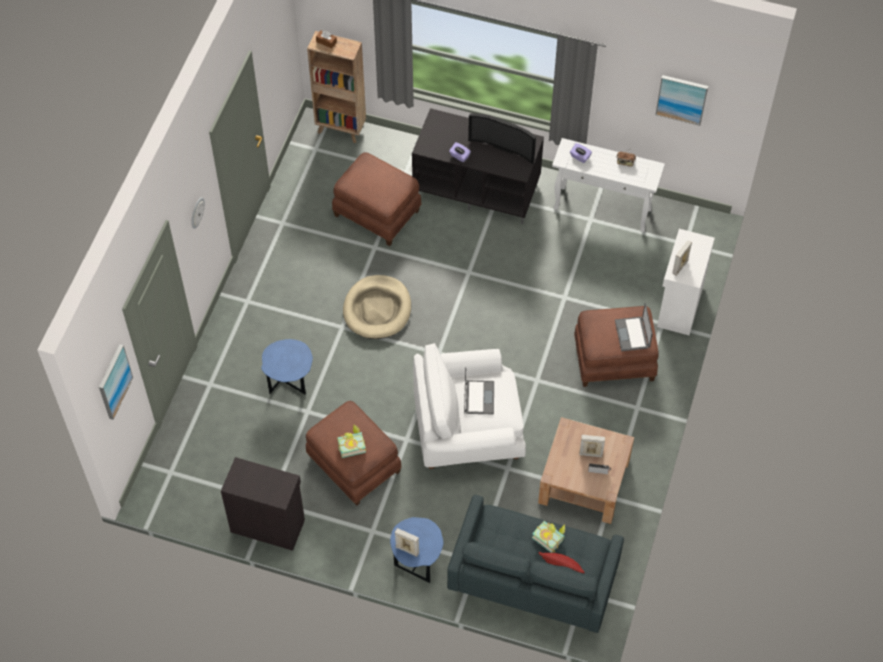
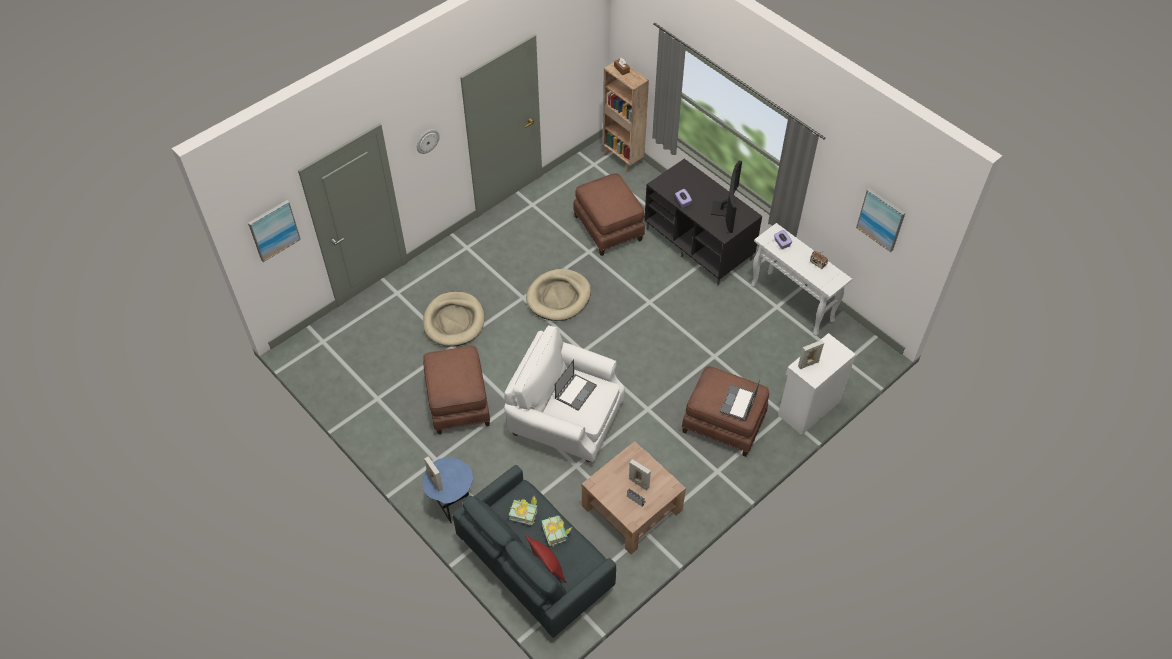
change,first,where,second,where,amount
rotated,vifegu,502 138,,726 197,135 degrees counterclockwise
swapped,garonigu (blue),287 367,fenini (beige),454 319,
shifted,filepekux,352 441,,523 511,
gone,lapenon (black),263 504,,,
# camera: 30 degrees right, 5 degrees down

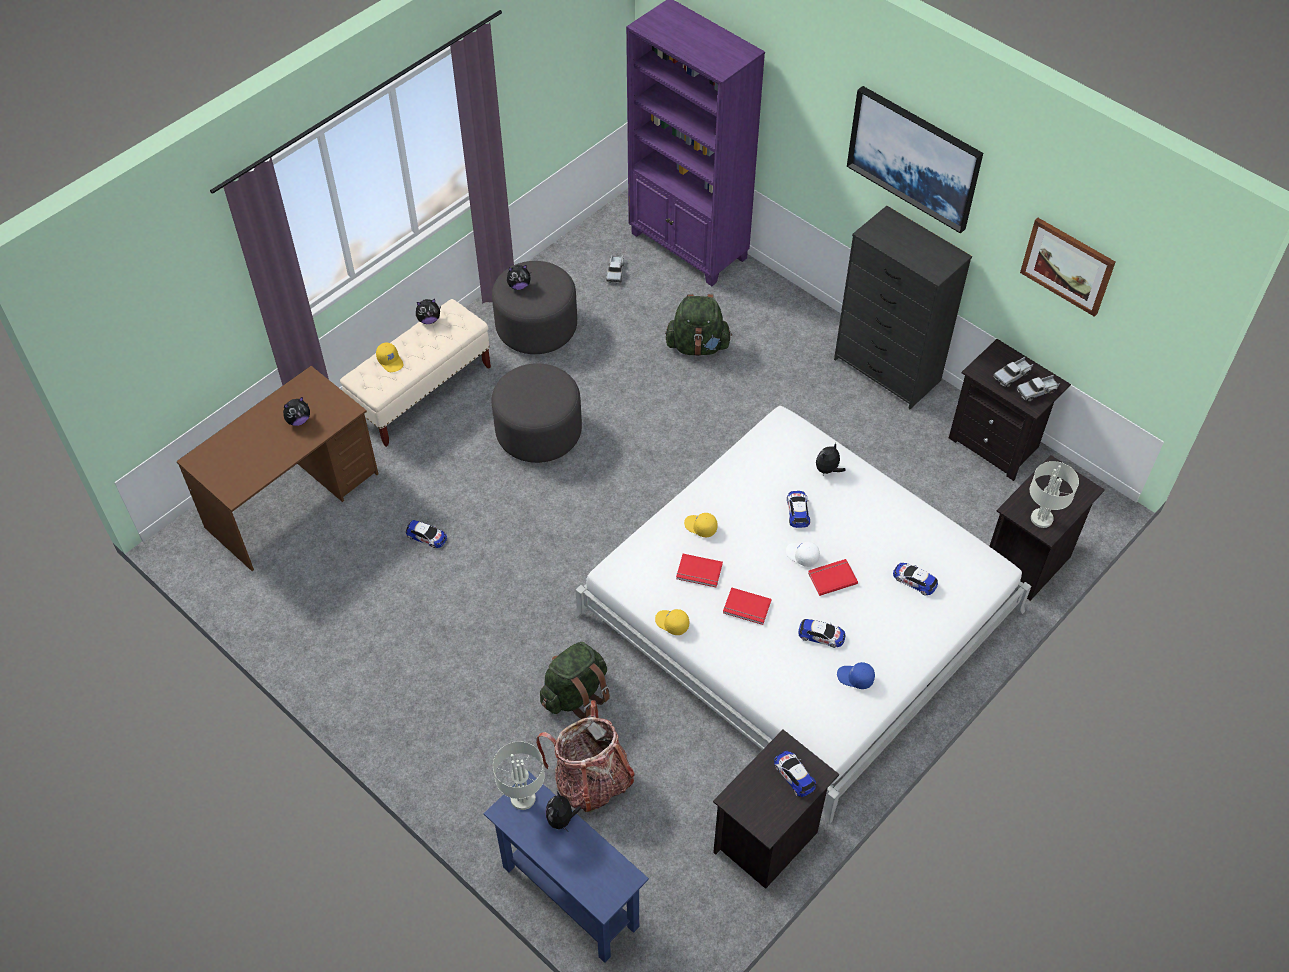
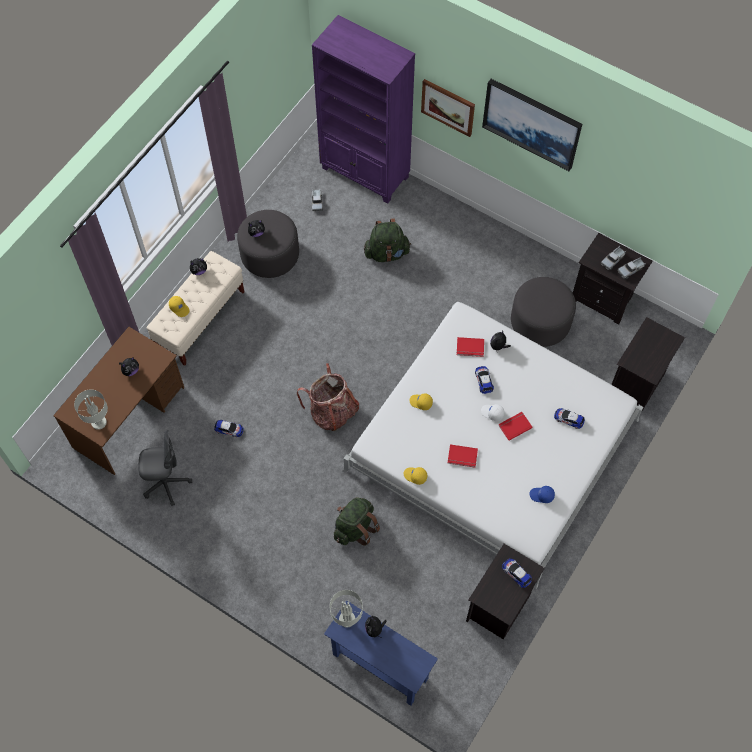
change,first,where,second,where,amount
gone,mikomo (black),903 307,,,
shifted,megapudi,1067 267,,448 108,
shifted,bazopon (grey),537 413,,543 312,
shifted,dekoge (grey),1054 494,,91 410,
shifted,filepekux (red),699 570,,470 347,
gone,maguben,822 633,,,
shifted,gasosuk,585 756,,328 397,
new,,,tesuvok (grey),165 468,
# camera: 10 degrees left, 10 degrees up

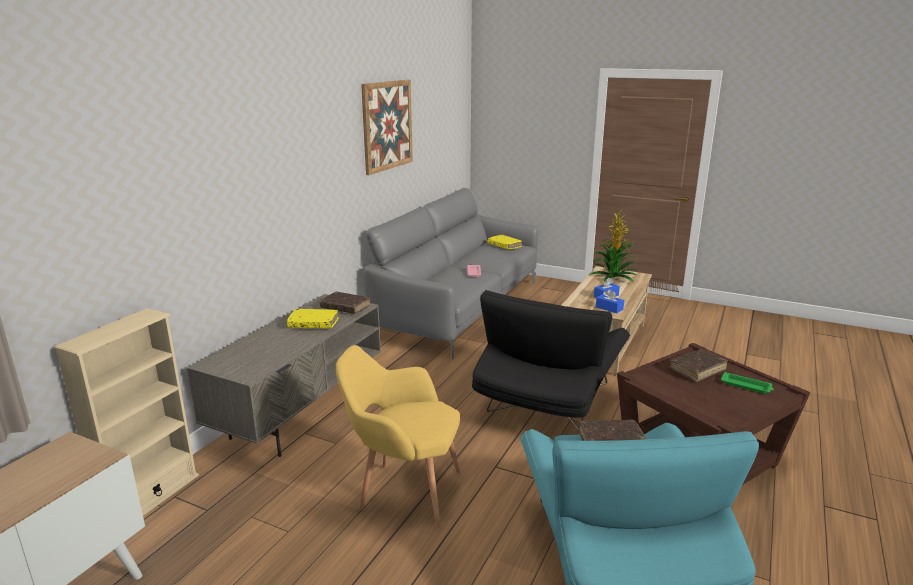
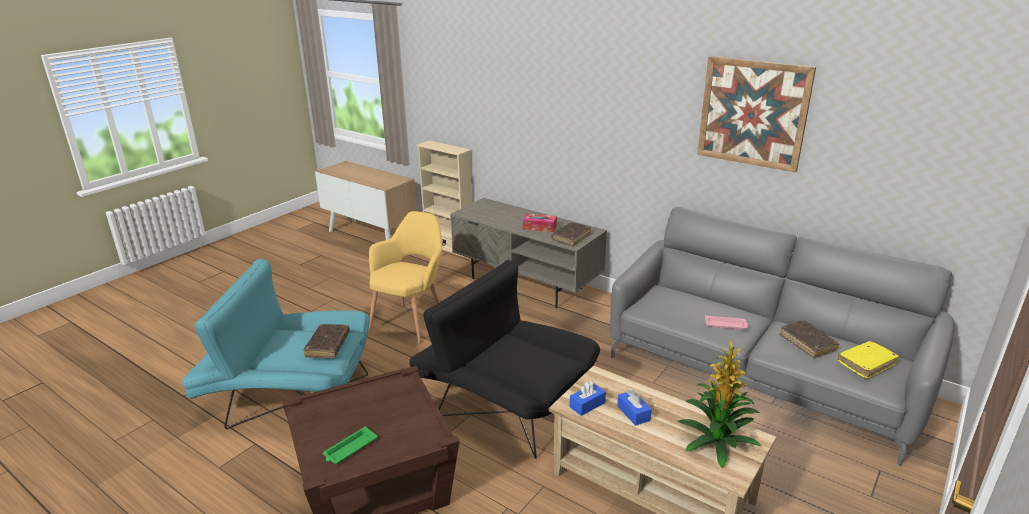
change,first,where,second,where,amount
swapped,filepekux (yellow),313 318,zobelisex,540 222,
shifted,filepekux (brown),698 366,,809 339,
# camera: 100 degrees right, 5 degrees up

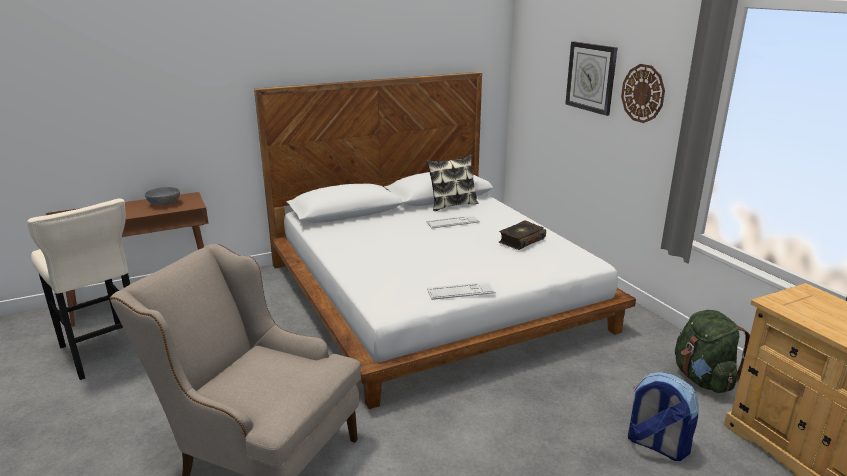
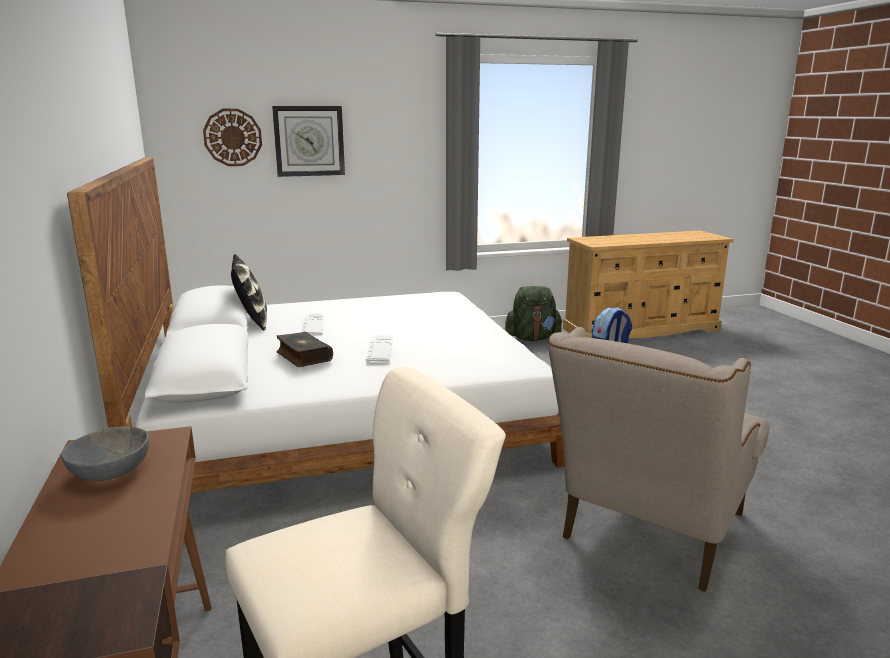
change,first,where,second,where,amount
shifted,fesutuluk,643 93,,232 137,
shifted,filepekux,522 235,,304 349,
shifted,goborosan,461 291,,379 348,
# camera: 80 degrees left, 5 degrees down

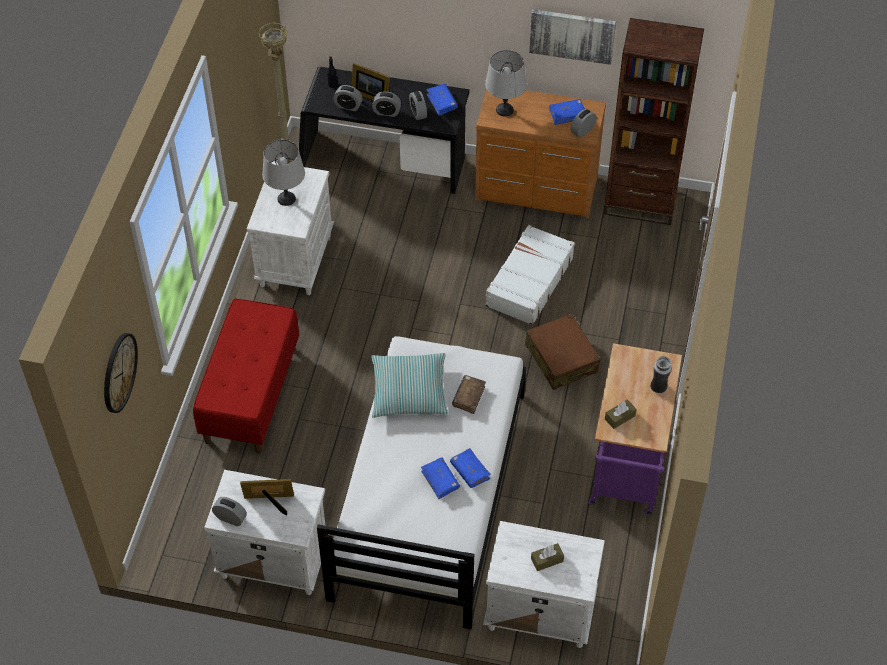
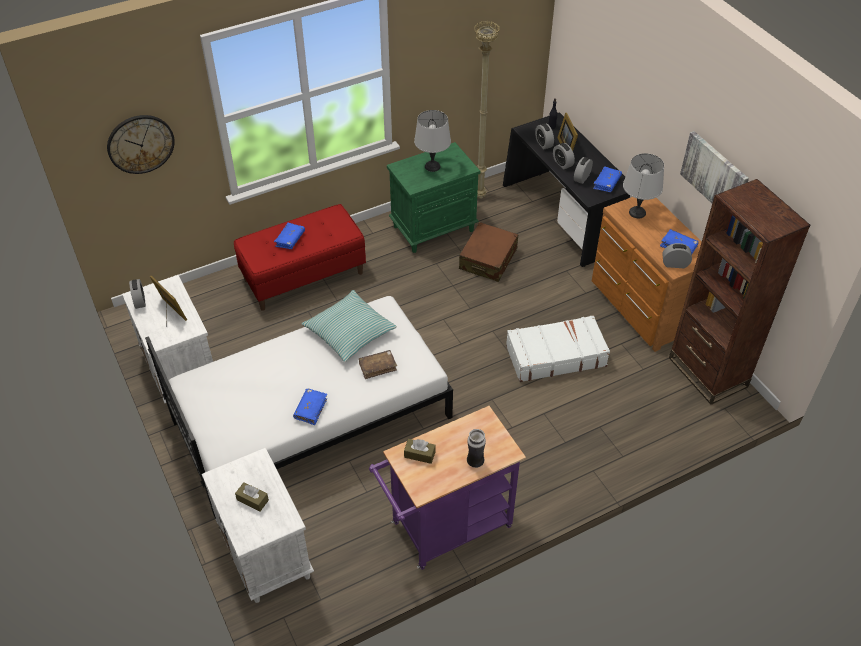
change,first,where,second,where,amount
repainted,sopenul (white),290 228,sopenul (green),433 197,
shifted,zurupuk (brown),562 352,,489 252,
shifted,filepekux (blue),440 478,,289 236,
# camera: 50 degrees right, 5 degrees down

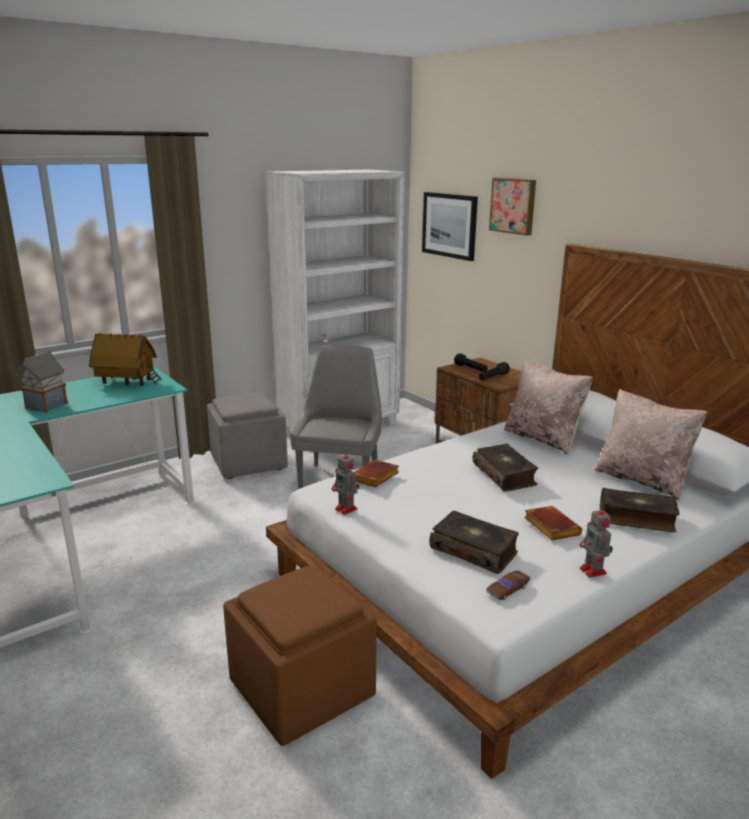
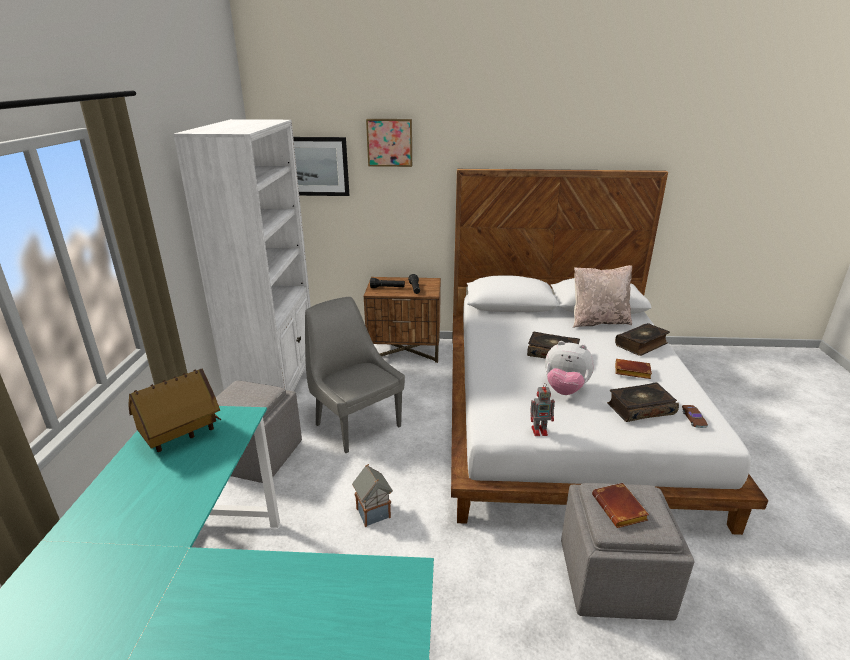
change,first,where,second,where,amount
shifted,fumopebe,42 382,,372 495,
gone,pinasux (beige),548 406,,,
shifted,filepekux (brown),376 473,,620 505,
gone,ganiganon,596 541,,,
repainted,bazopon (brown),300 655,bazopon (grey),627 551,
new,,,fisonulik,569 368,
# camera: 50 degrees left, 5 degrees up

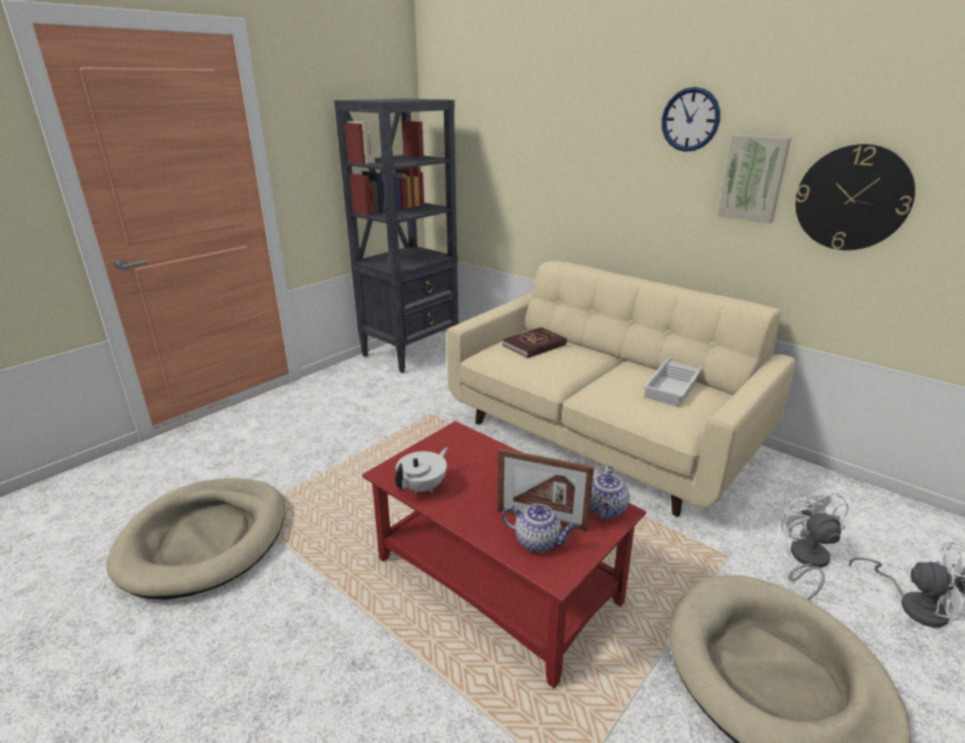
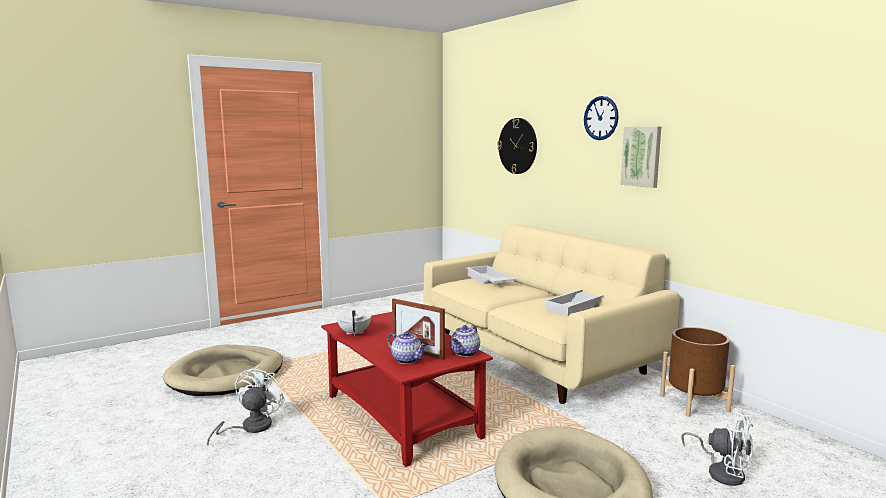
change,first,where,second,where,amount
gone,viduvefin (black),396 236,,,
shifted,fesutuluk,855 197,,517 146,
swapped,filepekux (red),535 342,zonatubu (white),491 274,
rotated,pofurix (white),421 470,,354 322,60 degrees counterclockwise
shifted,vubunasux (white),815 543,,246 405,
new,,,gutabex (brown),697 372,
# camera: 15 degrees right, 15 degrees down

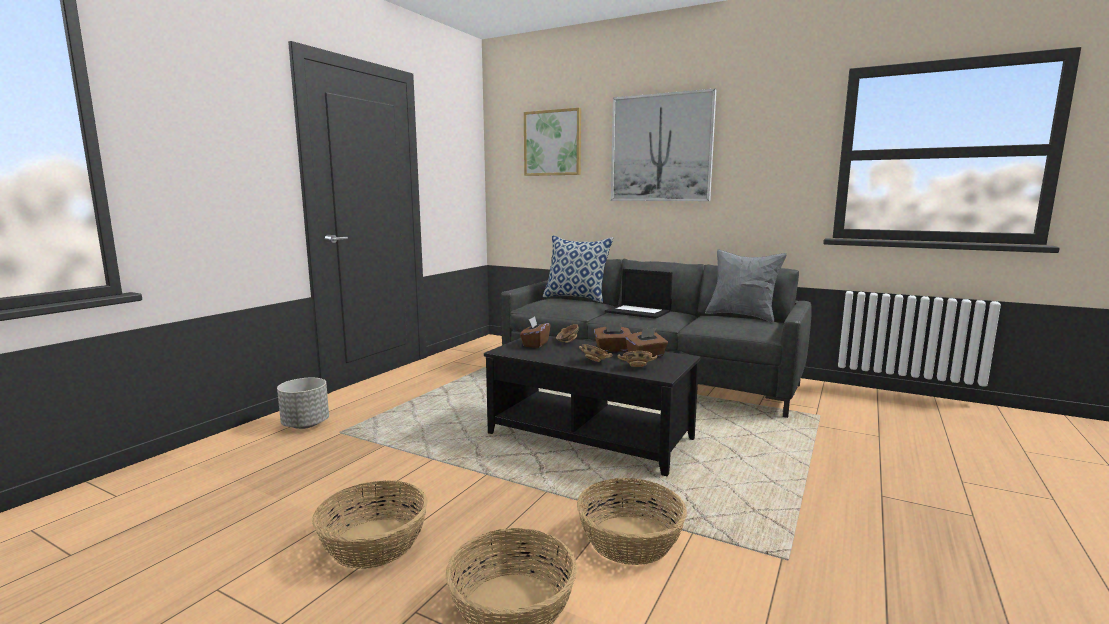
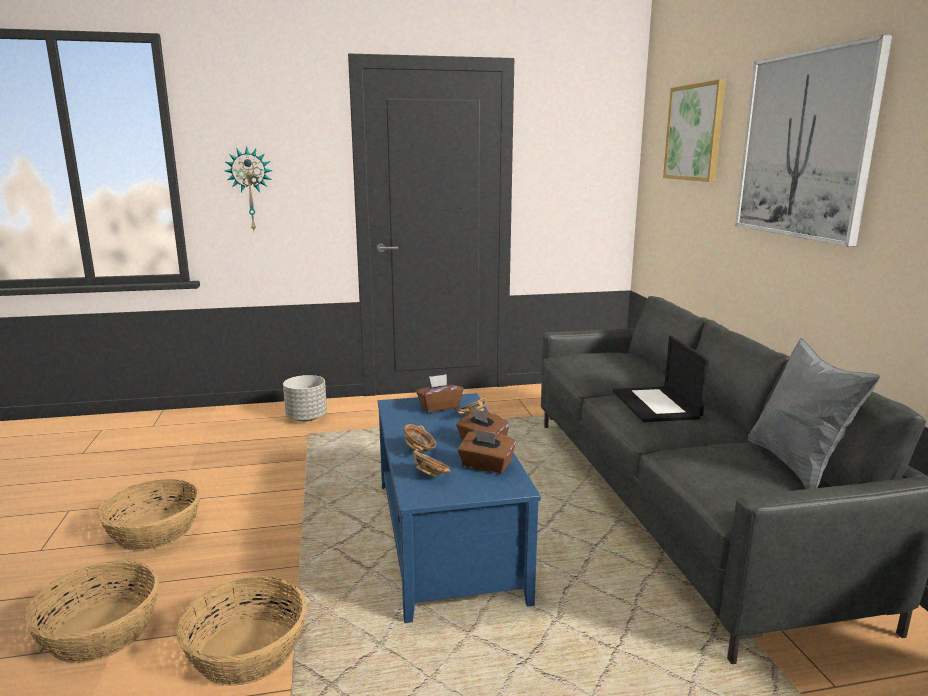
change,first,where,second,where,amount
gone,pinasux,578 269,,,
repainted,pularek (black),592 406,pularek (blue),459 508,
new,,,fesutuluk,248 188,
# camera: 50 degrees right, 5 degrees up

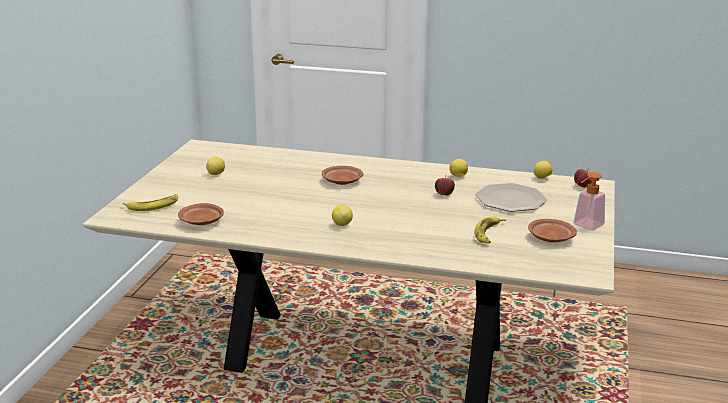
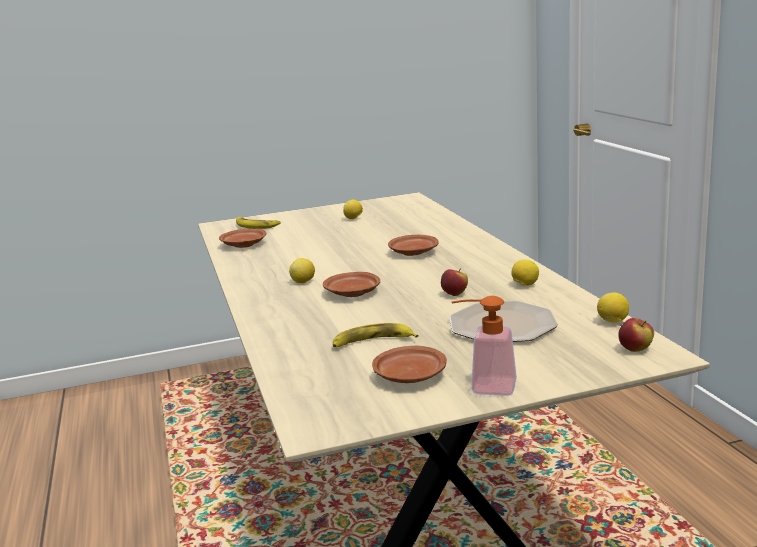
change,first,where,second,where,amount
new,,,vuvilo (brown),351 284,
# camera: 60 degrees right, 5 degrees down

